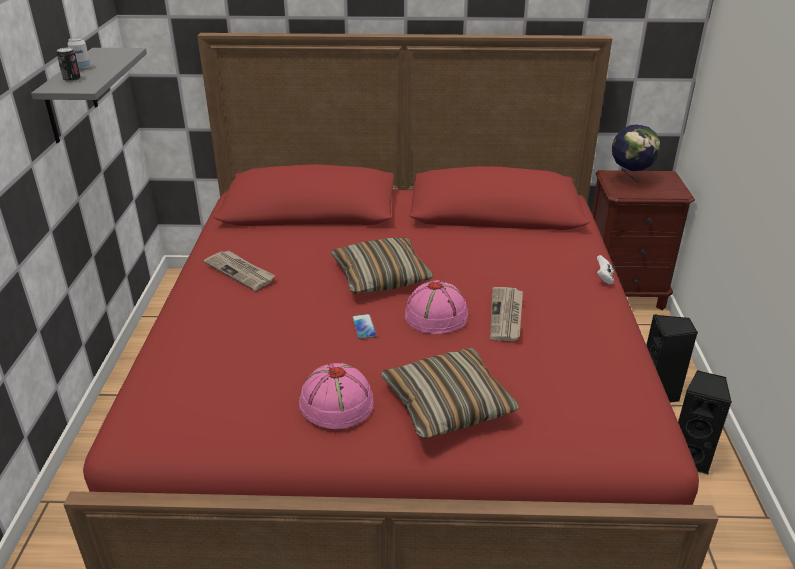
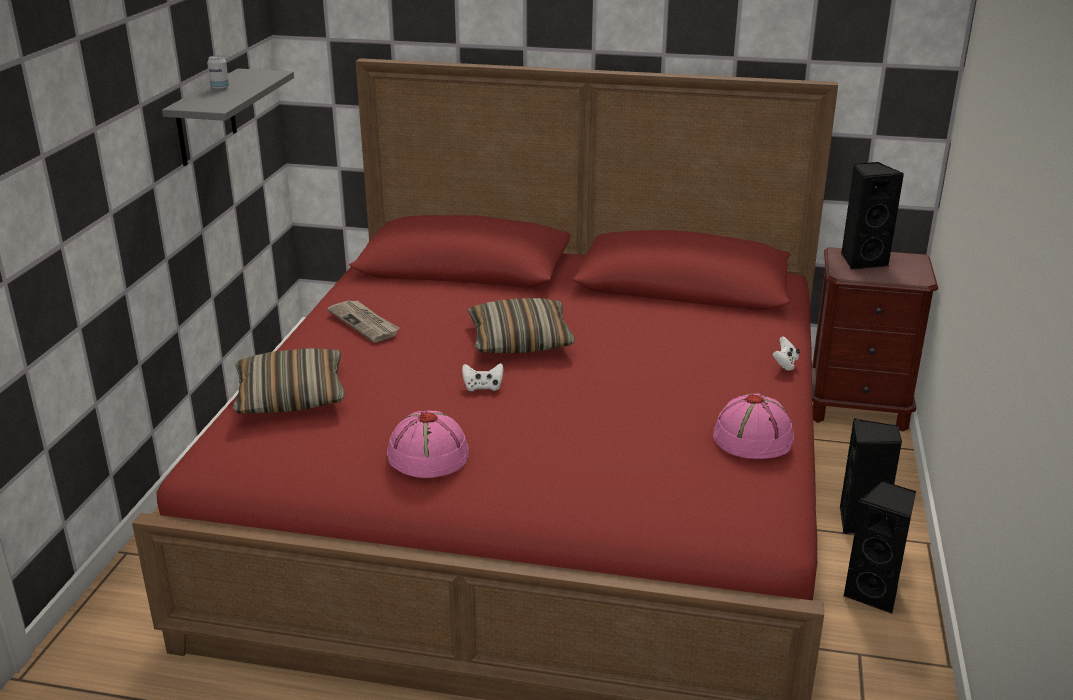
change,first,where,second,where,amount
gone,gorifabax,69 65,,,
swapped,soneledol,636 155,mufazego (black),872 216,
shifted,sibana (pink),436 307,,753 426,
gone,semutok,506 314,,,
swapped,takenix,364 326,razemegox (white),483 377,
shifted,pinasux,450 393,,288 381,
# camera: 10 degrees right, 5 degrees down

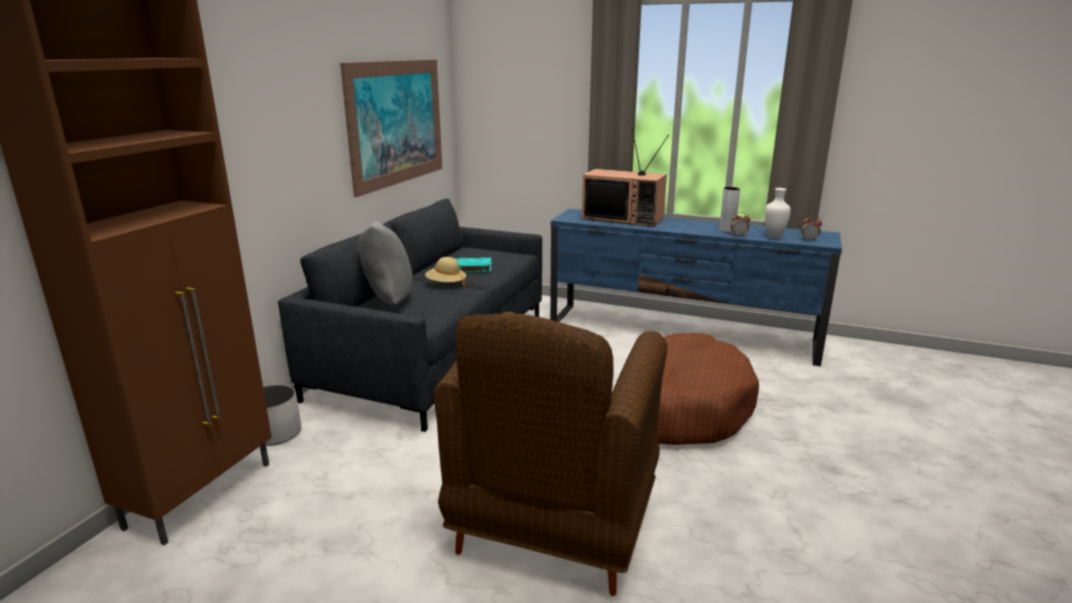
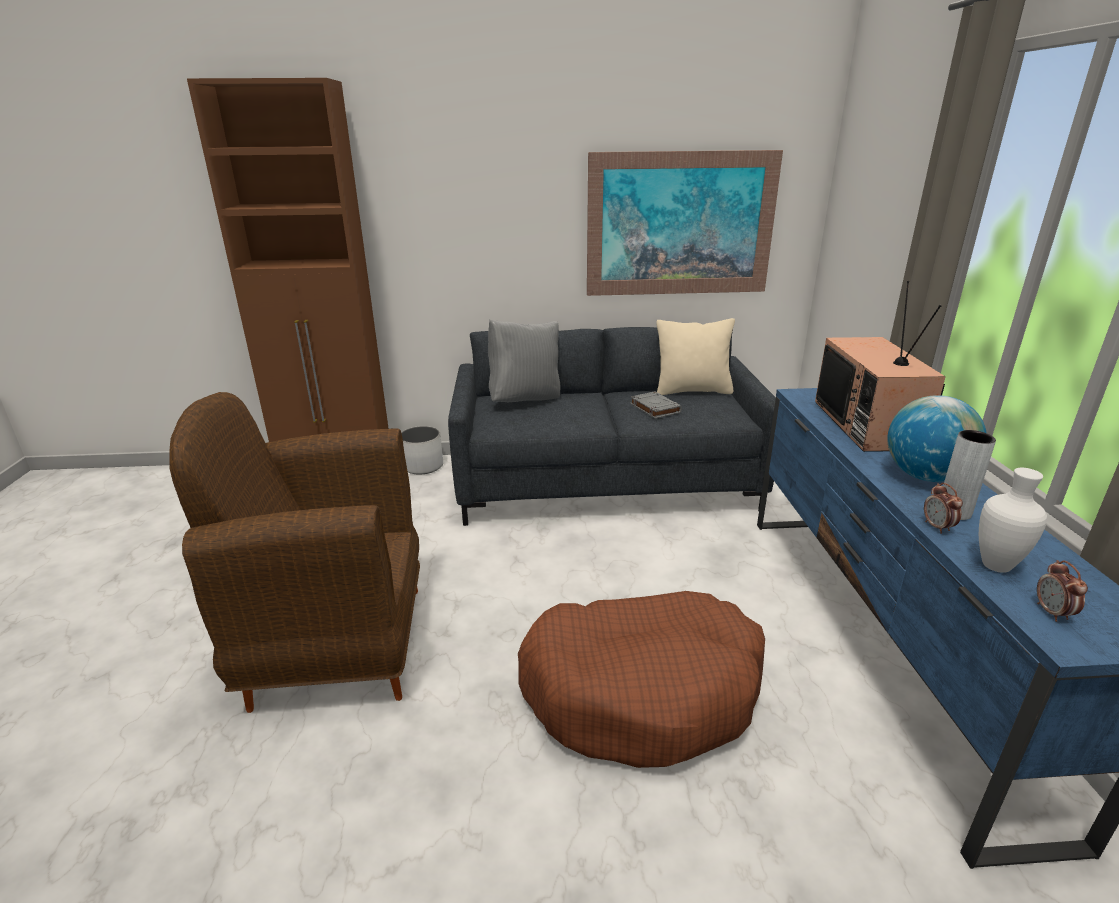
change,first,where,second,where,amount
gone,sibana (beige),445 272,,,
repainted,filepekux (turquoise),473 264,filepekux (grey),656 405,
new,,,pinasux (beige),695 356,
new,,,soneledol,937 438,
# camera: 65 degrees right, 5 degrees up

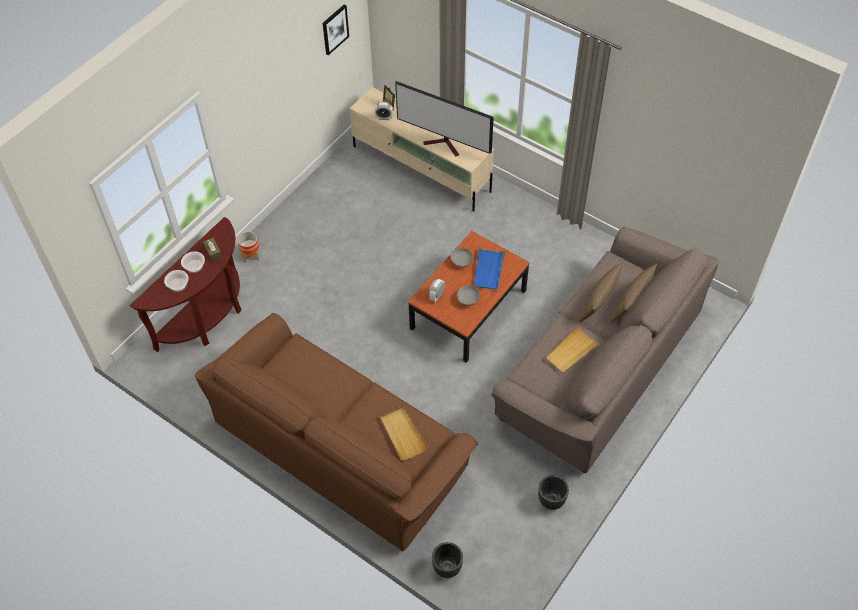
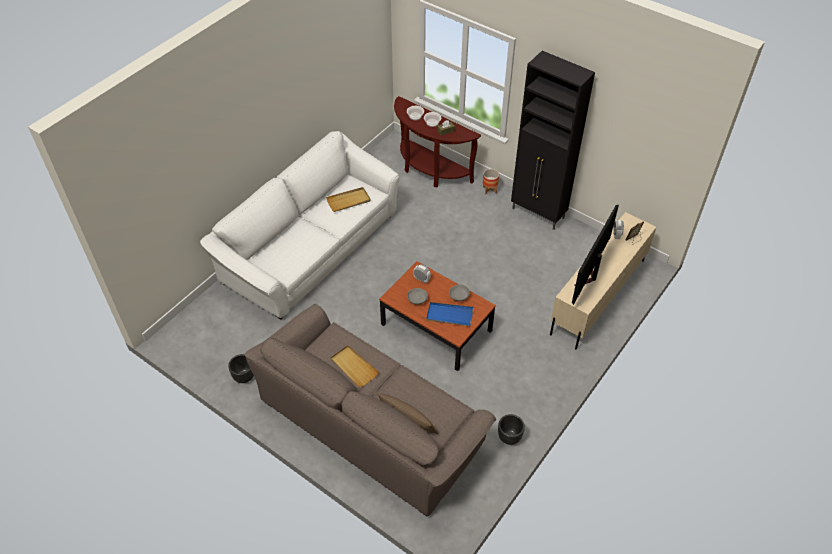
change,first,where,second,where,amount
gone,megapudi,336 29,,,
gone,pinasux (brown),601 292,,,
repainted,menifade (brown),336 432,menifade (white),300 225,
shifted,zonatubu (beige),404 433,,348 199,
shifted,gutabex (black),447 560,,511 429,
new,,,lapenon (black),553 140,
# camera: 90 degrees right, 5 degrees down

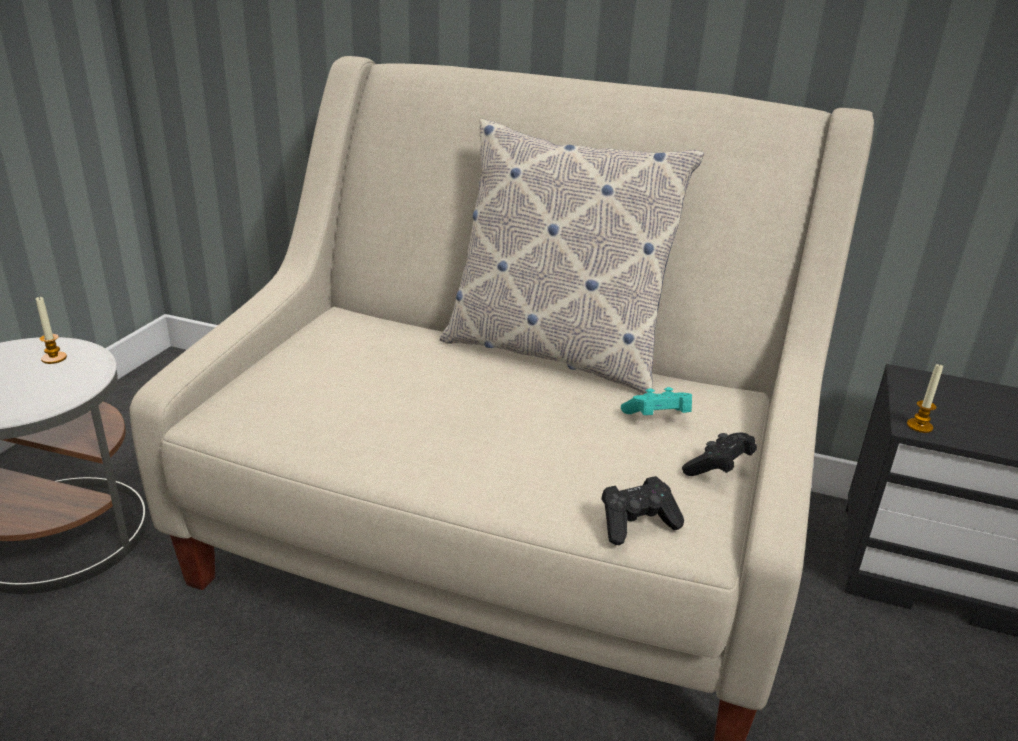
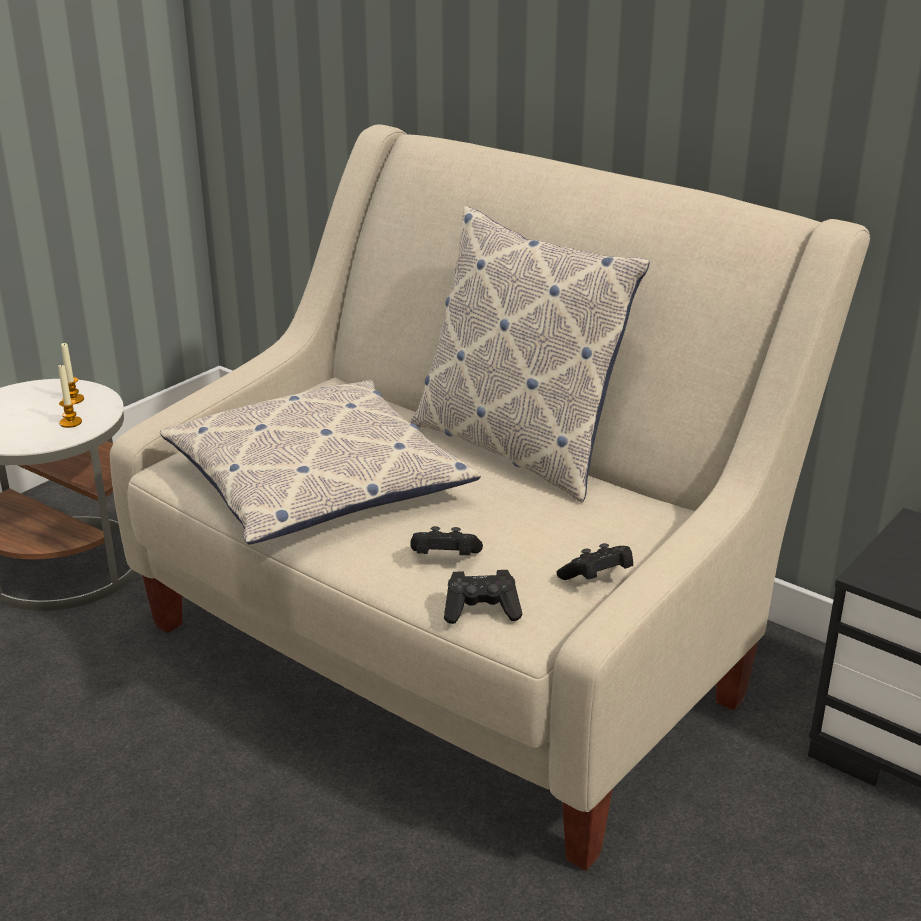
change,first,where,second,where,amount
shifted,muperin,925 398,,70 396,
gone,razemegox (turquoise),656 401,,,
new,,,pinasux,320 462,
new,,,razemegox (black),446 540,
# camera: 20 degrees right, 0 degrees up

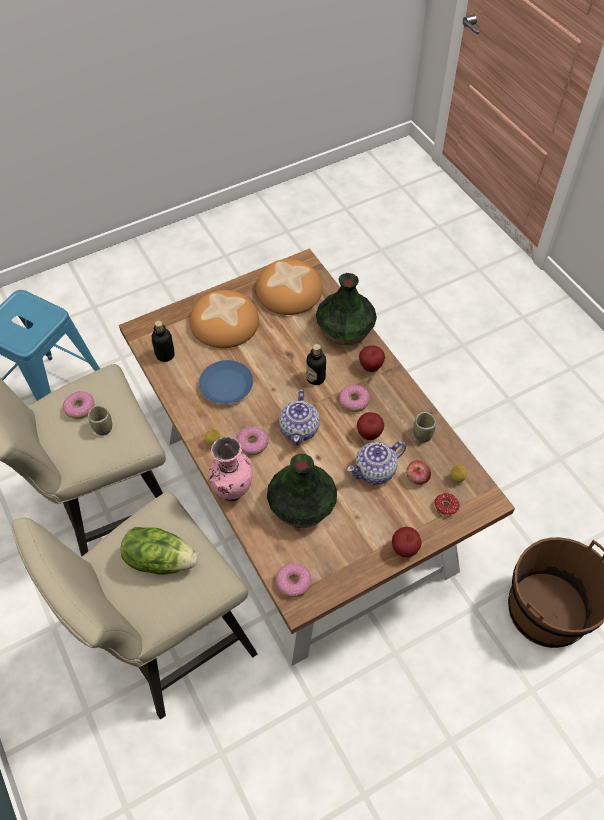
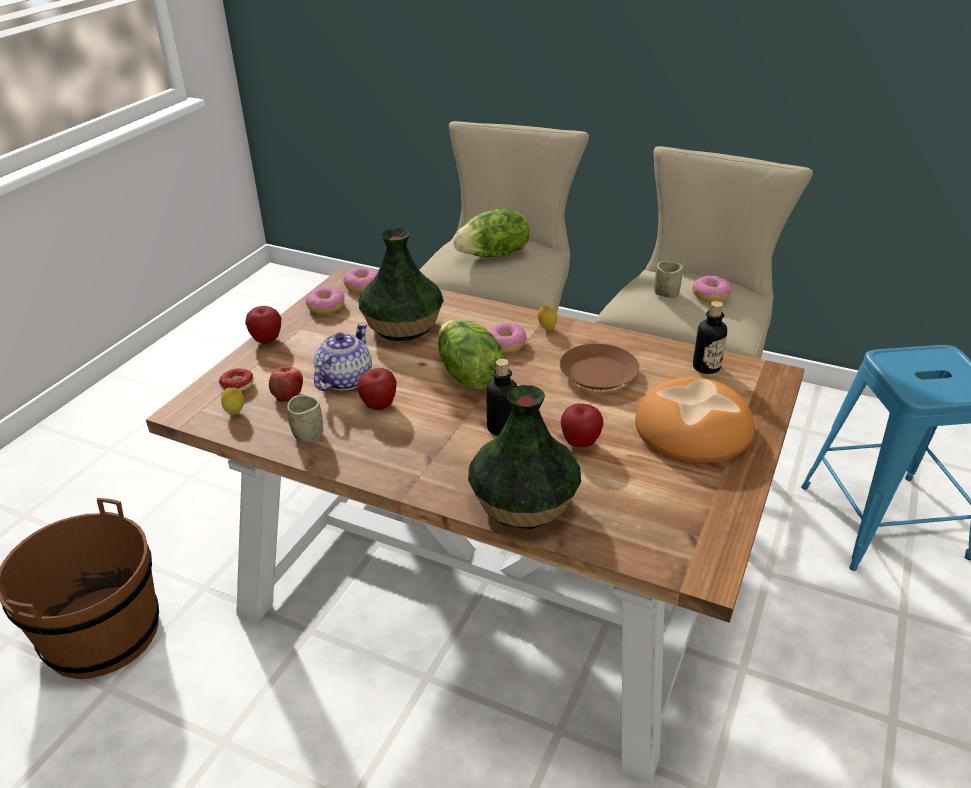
change,first,where,second,where,amount
gone,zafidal,289 287,,,
shifted,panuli,372 358,,582 425,
repainted,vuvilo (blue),226 382,vuvilo (brown),599 366,
shifted,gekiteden,354 398,,325 300,
swapped,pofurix,299 417,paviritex,471 355,
gone,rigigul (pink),230 469,,,
# camera: 145 degrees right, 20 degrees down

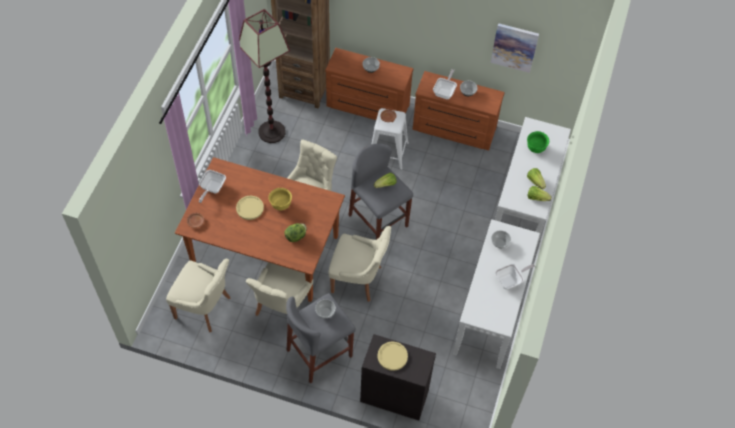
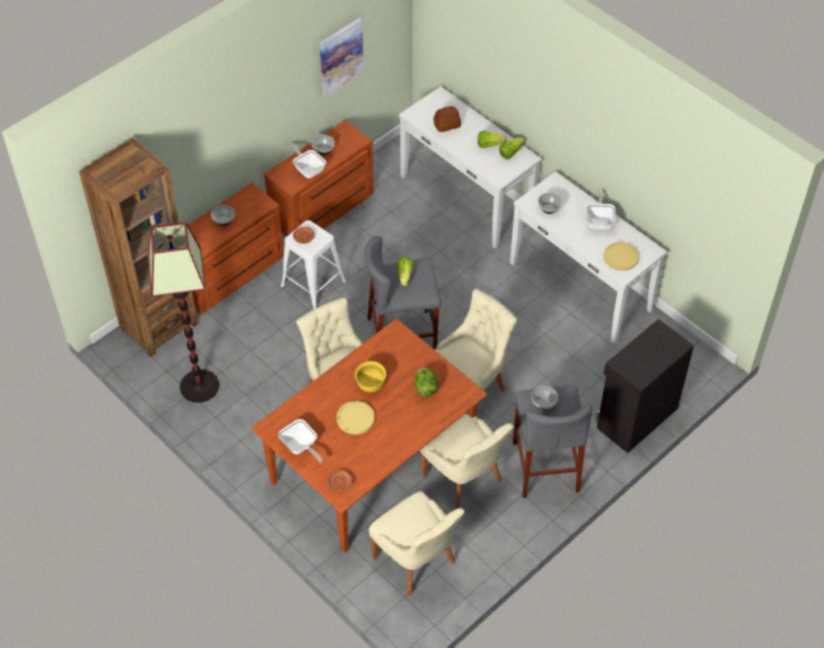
change,first,where,second,where,amount
swapped,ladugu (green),538 142,zafidal,447 119,
rotated,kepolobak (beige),198 295,,417 543,90 degrees clockwise
shifted,vuvilo (yellow),393 356,,621 256,
# camera: 60 degrees left, 5 degrees down

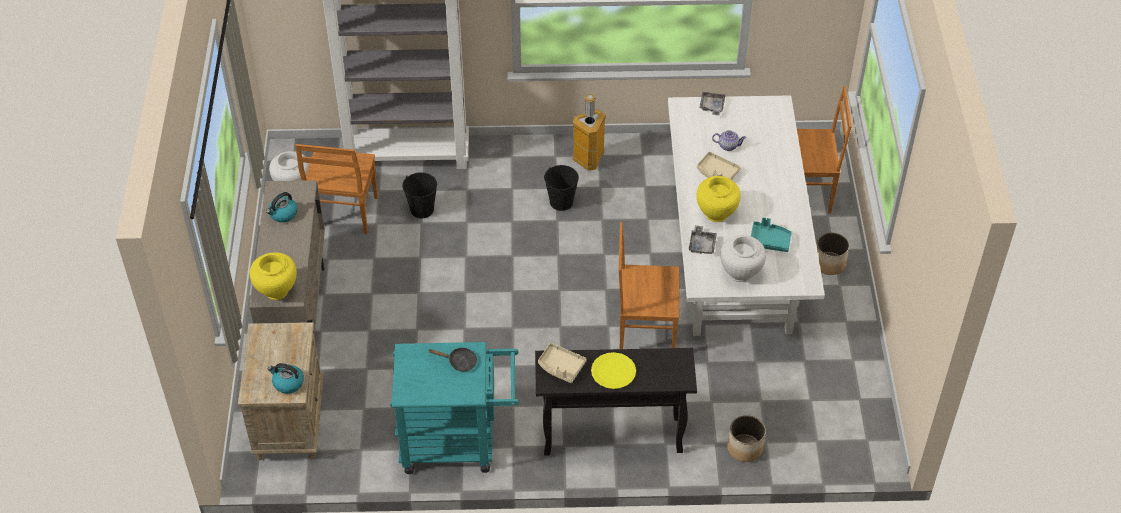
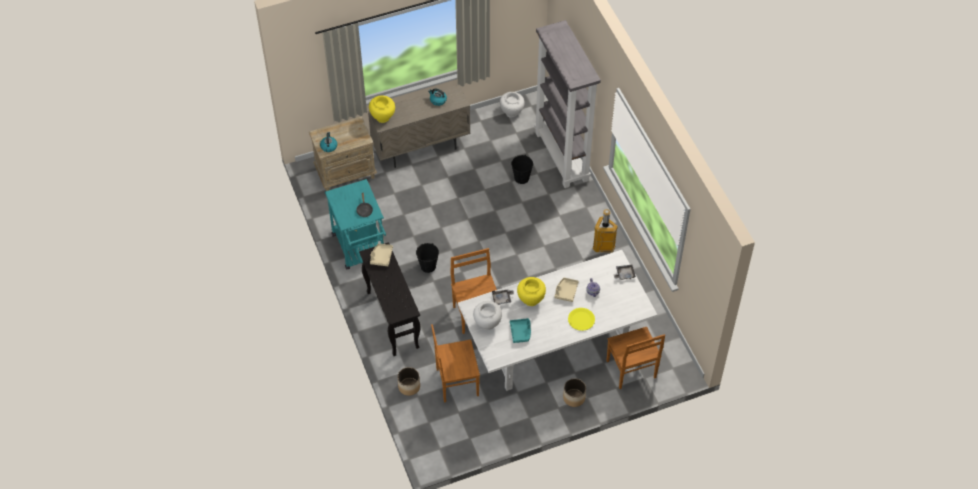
change,first,where,second,where,amount
shifted,kepolobak (brown),336 189,,455 363,
shifted,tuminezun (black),561 188,,427 258,
shifted,vuvilo (yellow),613 370,,581 319,
# camera: 70 degrees right, 5 degrees up

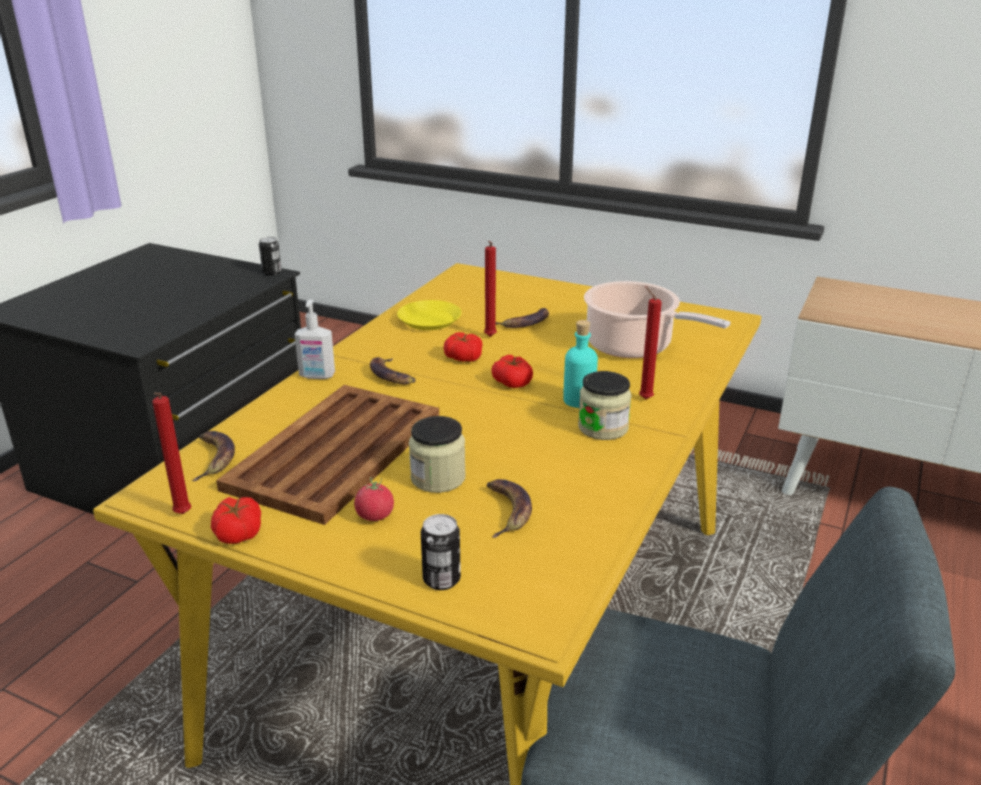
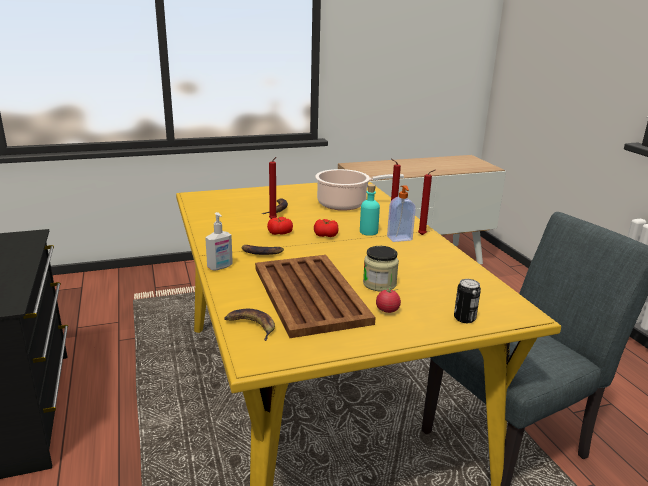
change,first,where,second,where,amount
gone,gorifabax,270 256,,,
gone,vuvilo (yellow),429 315,,,
swapped,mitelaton,604 405,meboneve,401 213,
shifted,muperin (red),171 453,,426 202,
gone,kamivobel,509 508,,,
gone,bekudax,236 520,,,
# camera: 45 degrees left, 5 degrees down

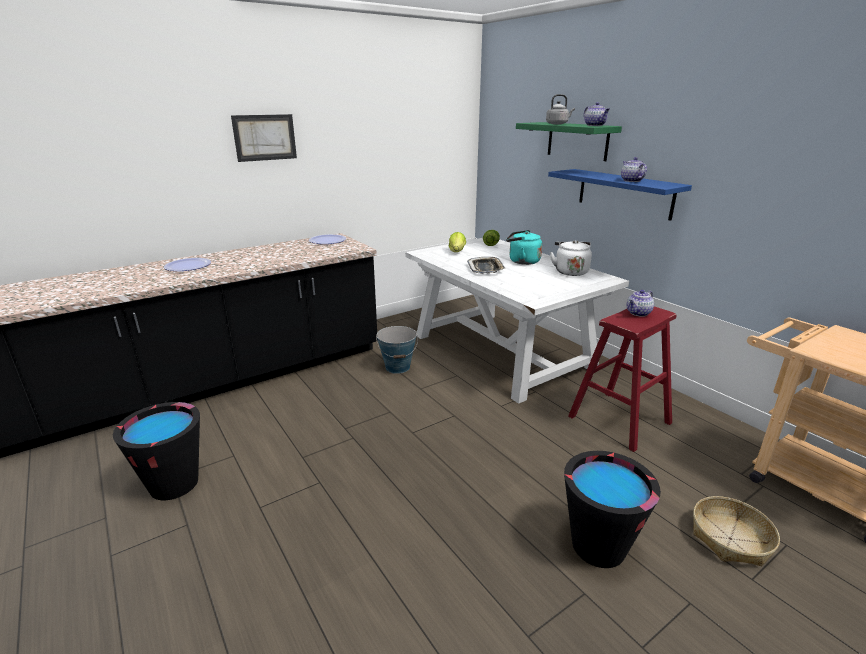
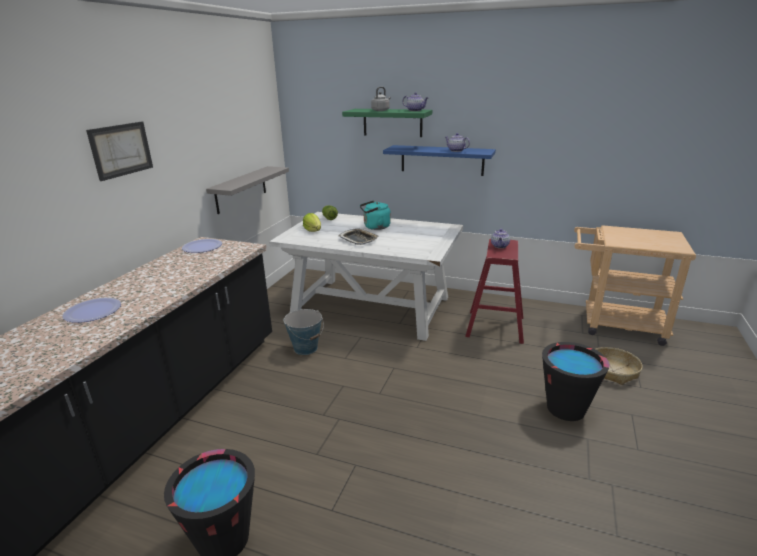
change,first,where,second,where,amount
gone,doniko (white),571 258,,,
new,,,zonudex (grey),247 190,
# camera: 35 degrees left, 0 degrees up

